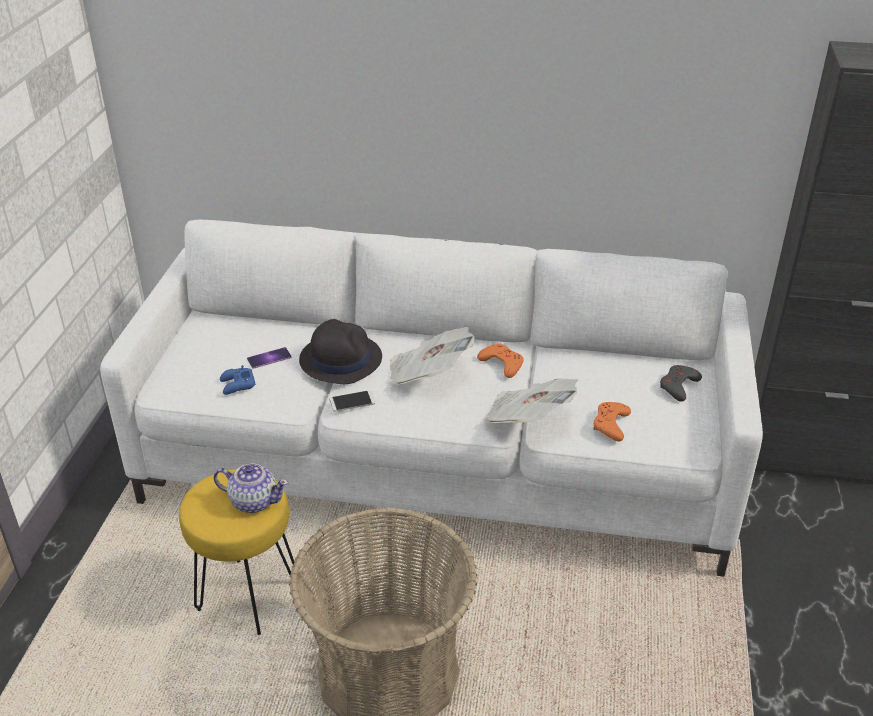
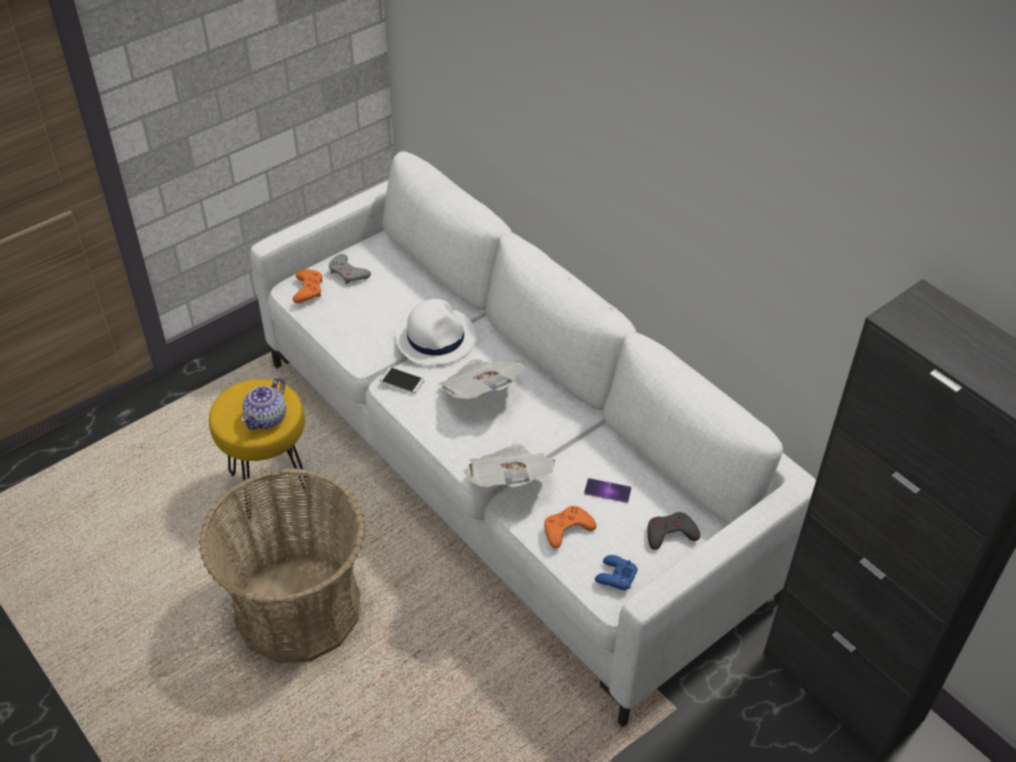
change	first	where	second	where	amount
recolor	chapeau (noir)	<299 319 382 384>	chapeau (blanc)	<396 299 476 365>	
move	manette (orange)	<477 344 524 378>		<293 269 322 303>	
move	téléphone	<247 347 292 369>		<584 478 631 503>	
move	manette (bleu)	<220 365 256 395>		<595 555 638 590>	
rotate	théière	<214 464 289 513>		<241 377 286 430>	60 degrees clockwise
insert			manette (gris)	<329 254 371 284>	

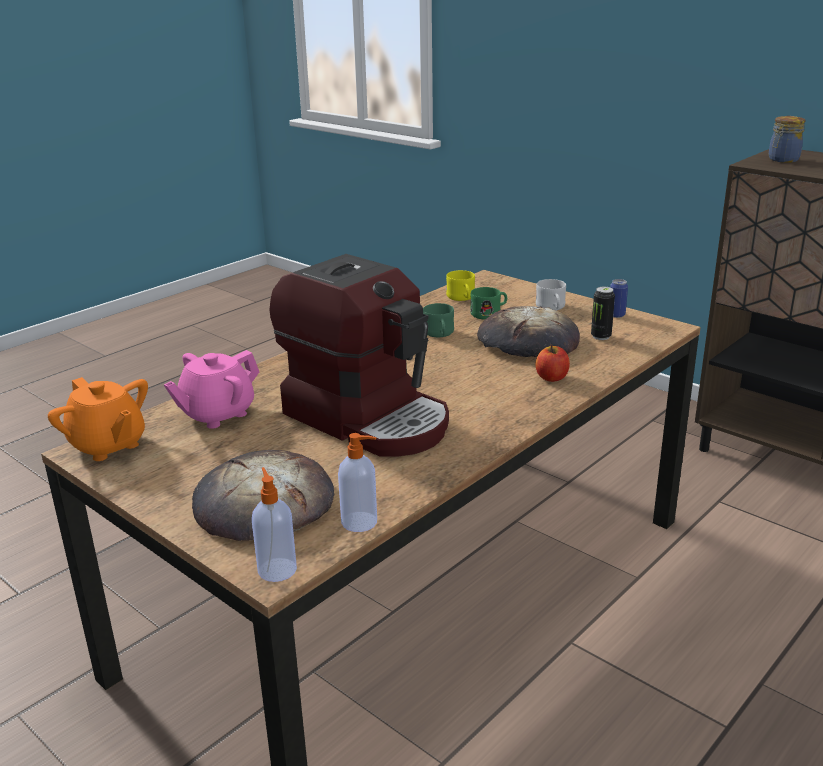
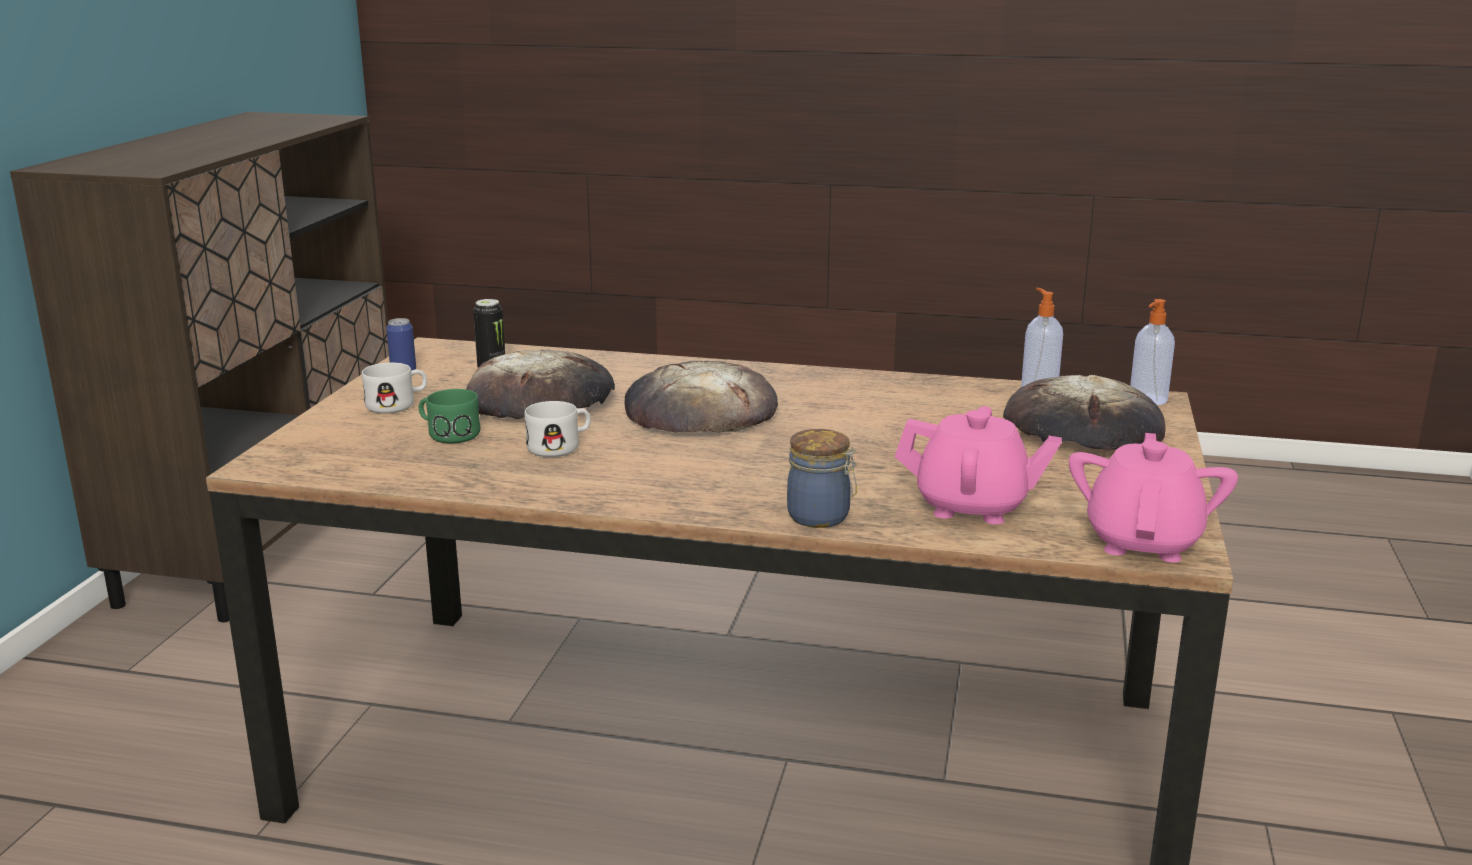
change	first	where	second	where	amount
move	bocal	<769 116 805 163>		<787 429 857 528>	
delete	machine à café	<269 254 449 457>			
delete	mug (jaune)	<446 270 475 301>			
recolor	mug (vert)	<423 303 454 337>	mug (blanc)	<525 401 591 457>	
delete	pomme	<536 345 570 382>			
recolor	théière (orange)	<48 377 148 461>	théière (rose)	<1069 433 1238 562>	
insert			pain	<625 361 778 433>	

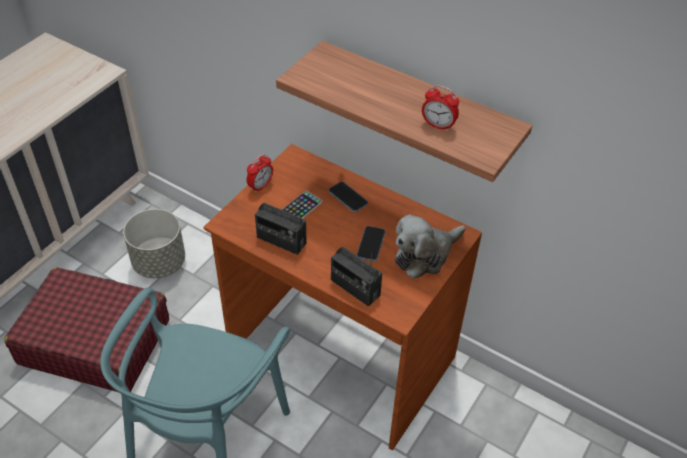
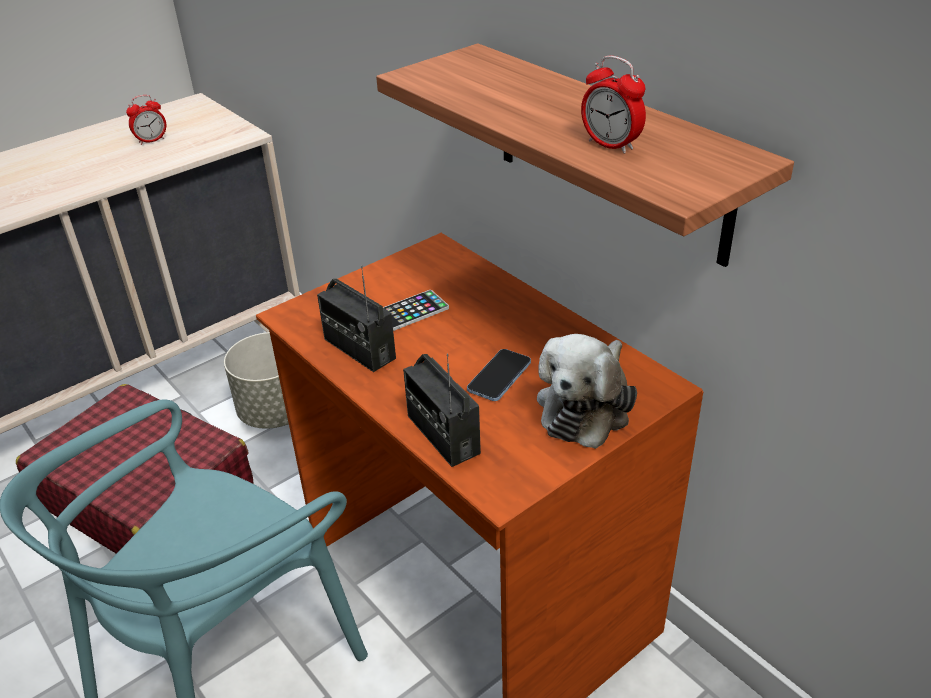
change	first	where	second	where	amount
move	réveil	<247 154 273 193>		<126 95 166 145>	
delete	téléphone	<329 181 368 212>			
rotate	peluche	<395 214 466 279>		<537 334 637 449>	45 degrees counterclockwise

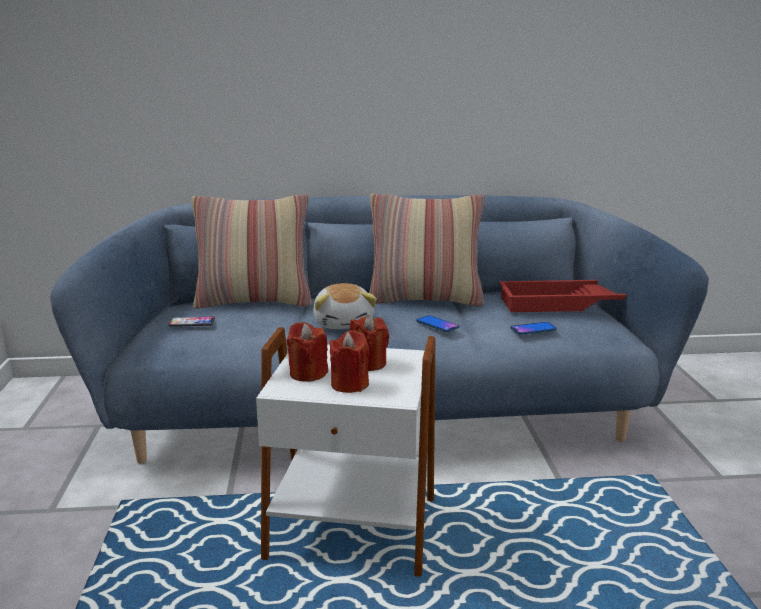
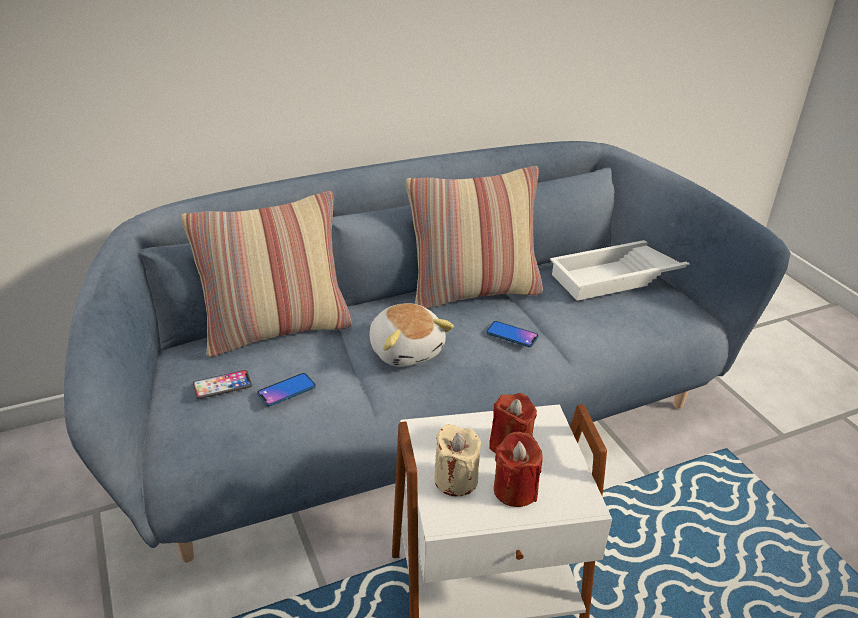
change	first	where	second	where	amount
recolor	plateau (rouge)	<499 280 627 312>	plateau (blanc)	<550 240 690 301>	
recolor	bougie (rouge)	<287 322 328 382>	bougie (beige)	<434 424 481 496>	
move	téléphone	<510 322 557 335>		<257 373 316 406>	

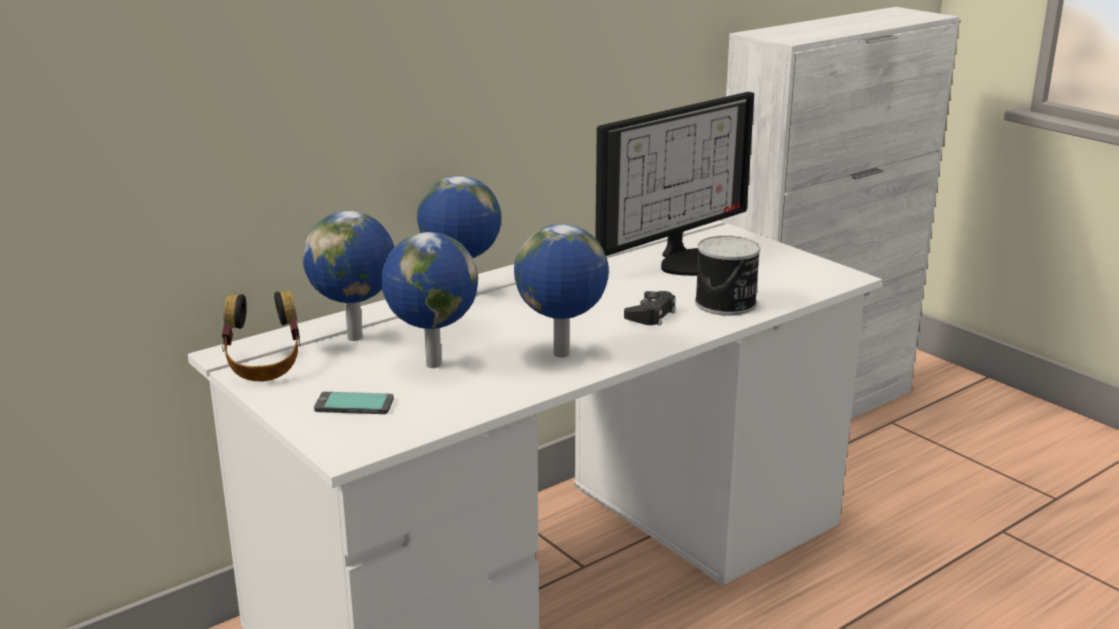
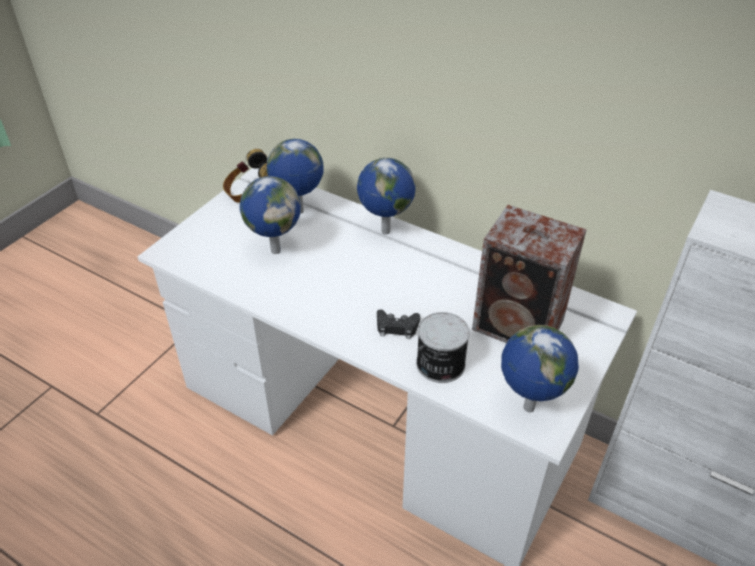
change	first	where	second	where	amount
replace	écran d'ordinateur	<595 92 754 276>	enceinte	<472 205 587 343>	
move	globe	<514 224 609 357>		<501 325 579 413>	
delete	téléphone	<314 392 394 414>			

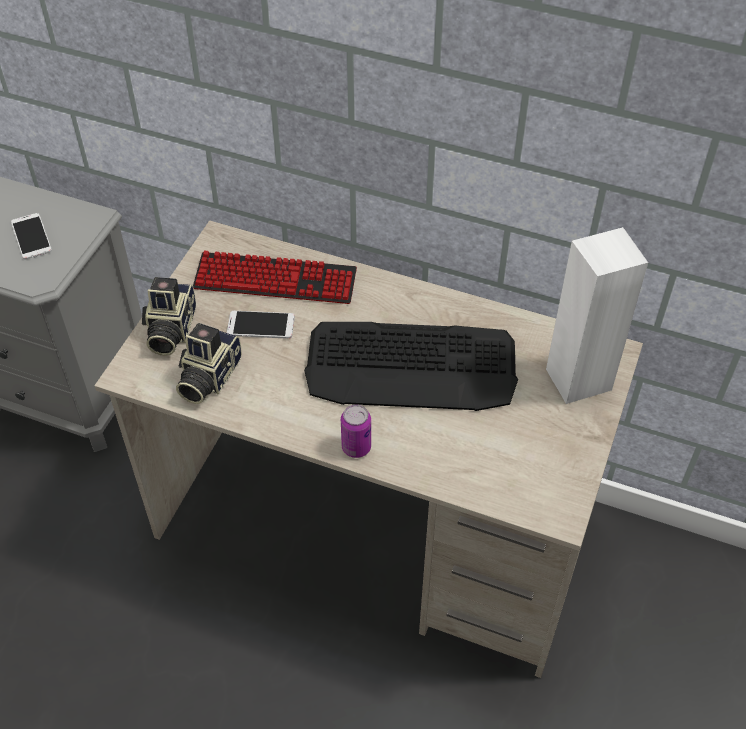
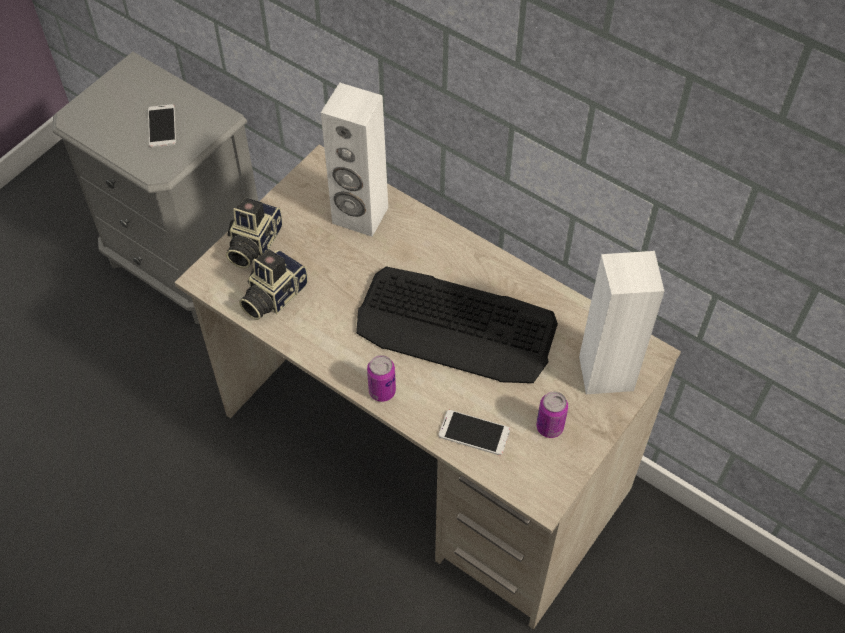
change	first	where	second	where	amount
replace	clavier	<193 251 357 304>	enceinte (blanc)	<321 82 388 237>	
move	téléphone	<227 311 295 339>		<438 410 510 455>	
insert			boîte métallique	<536 392 568 438>	

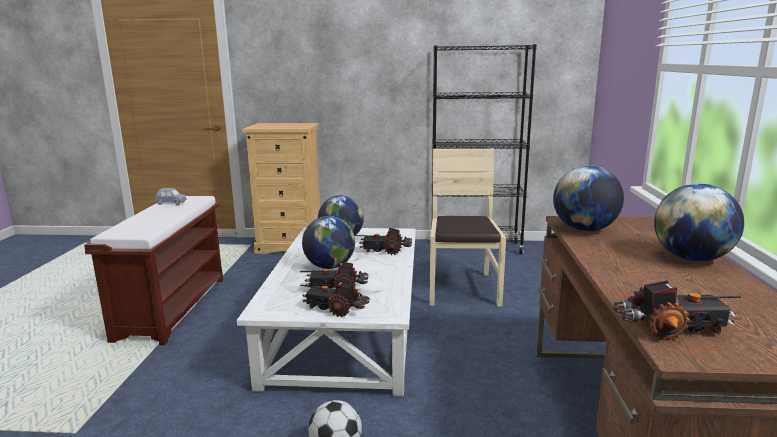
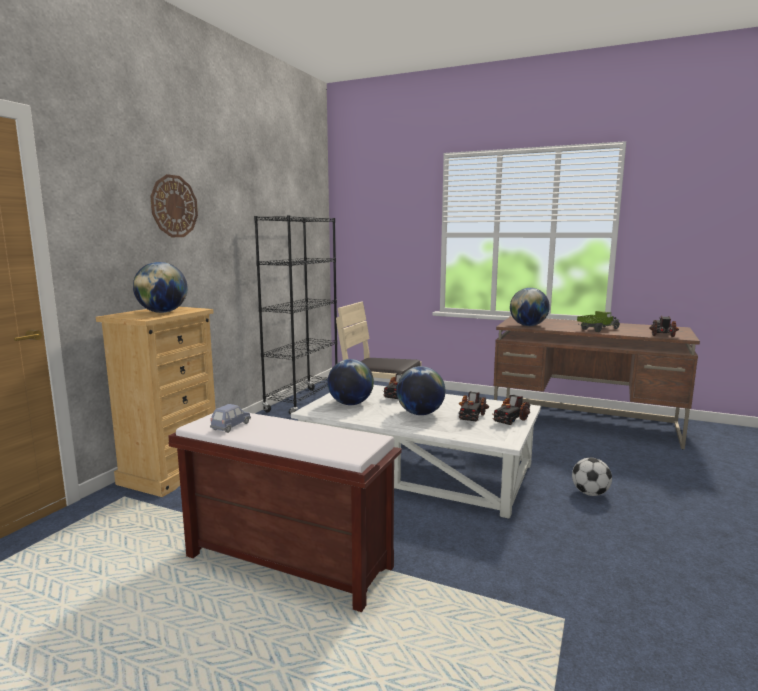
change	first	where	second	where	amount
move	globe	<654 184 744 262>		<133 262 188 313>	
insert			horloge murale	<150 174 198 237>	
insert			camion jouet	<577 311 620 332>	

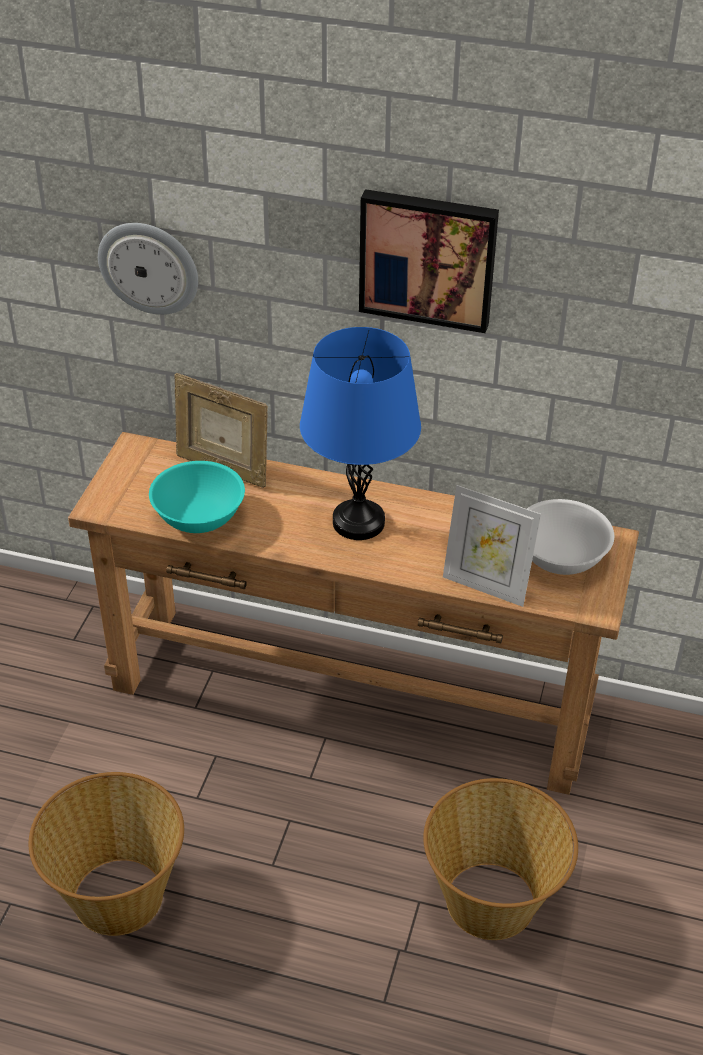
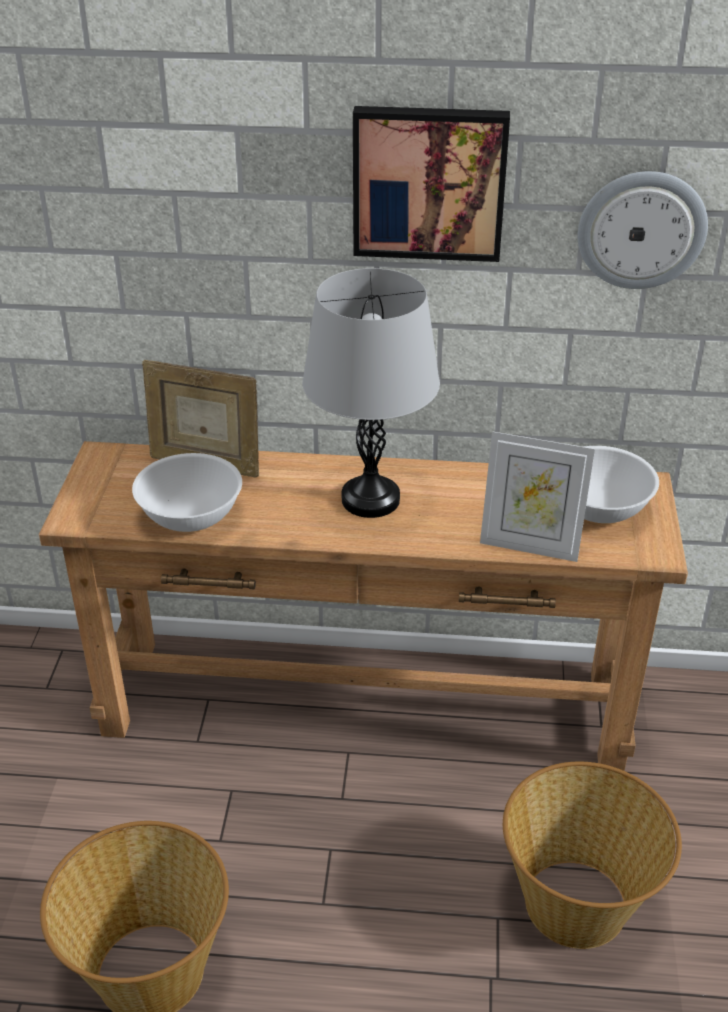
change	first	where	second	where	amount
move	horloge murale	<98 223 198 315>		<578 171 708 289>	
recolor	lampe de table (bleu)	<300 327 421 540>	lampe de table (gris)	<303 268 440 518>	
recolor	bol (turquoise)	<149 461 245 533>	bol (blanc)	<132 453 242 532>	

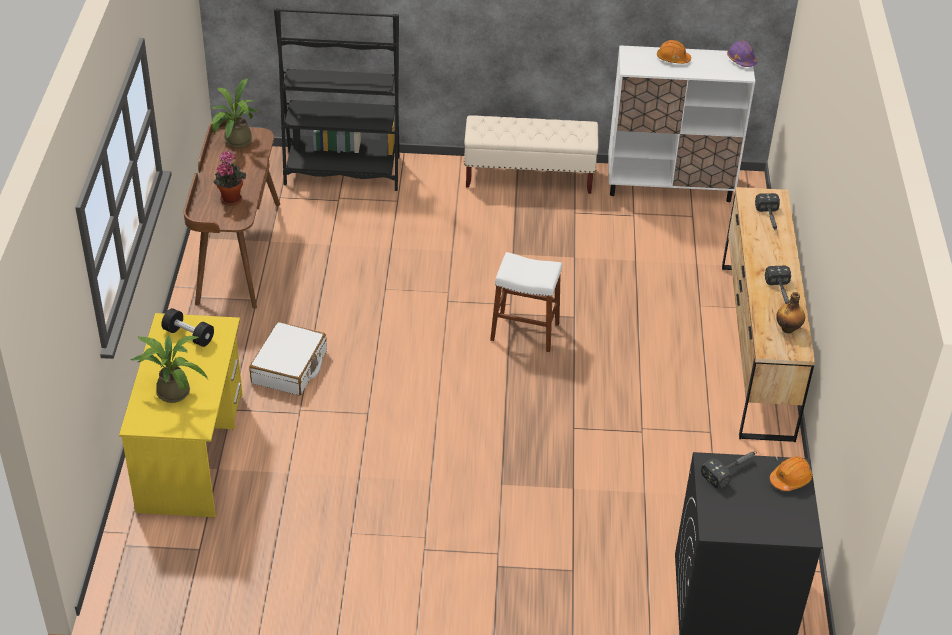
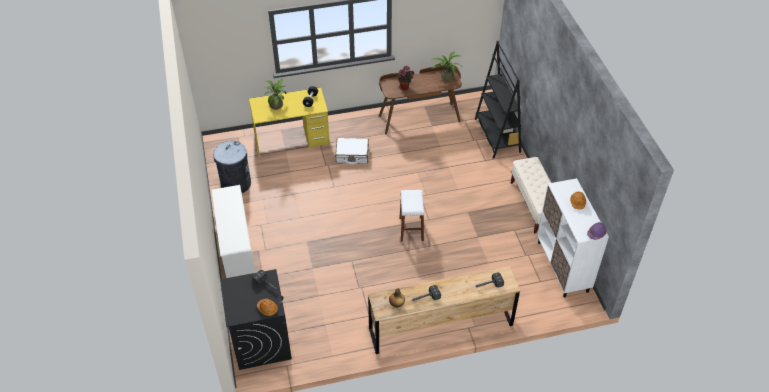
change	first	where	second	where	amount
insert			poubelle (gris)	<213 141 251 193>	
insert			étagère à chaussures (blanc)	<211 185 255 278>	

